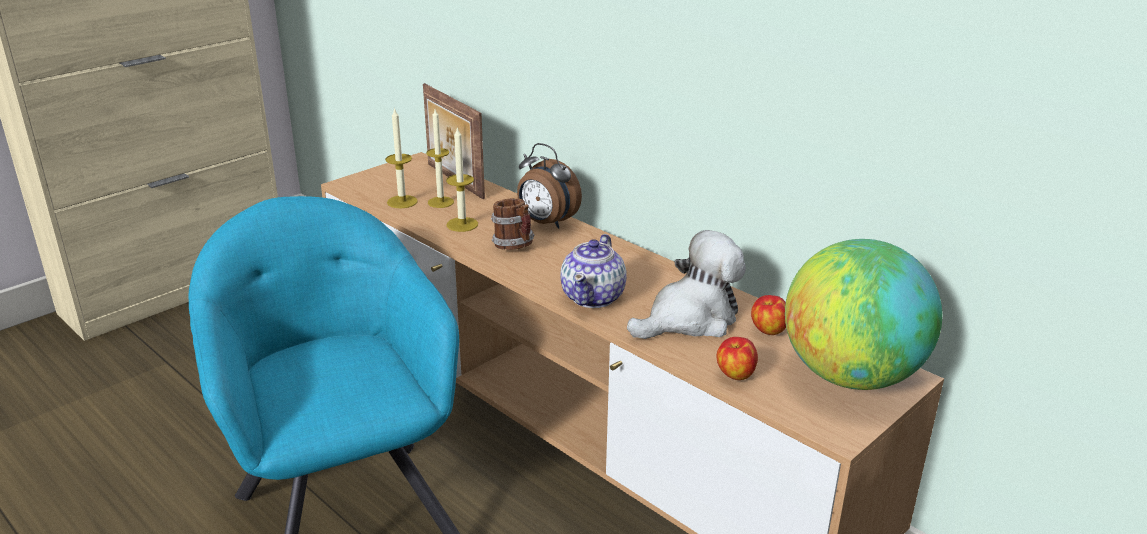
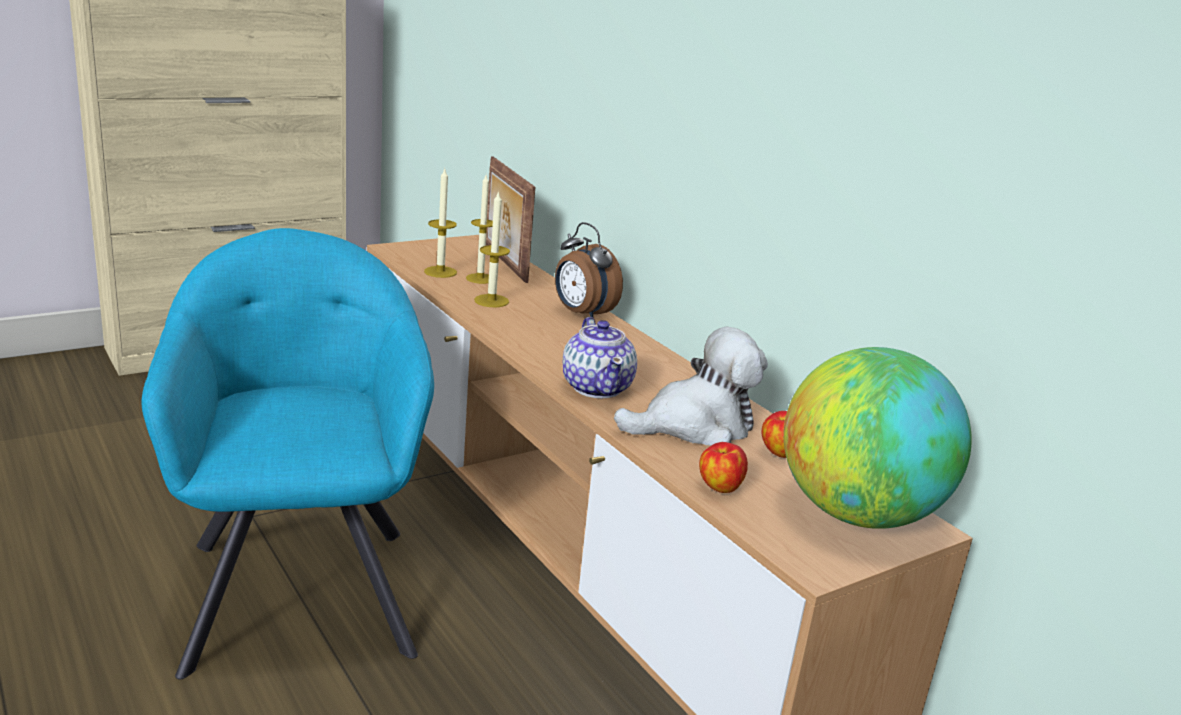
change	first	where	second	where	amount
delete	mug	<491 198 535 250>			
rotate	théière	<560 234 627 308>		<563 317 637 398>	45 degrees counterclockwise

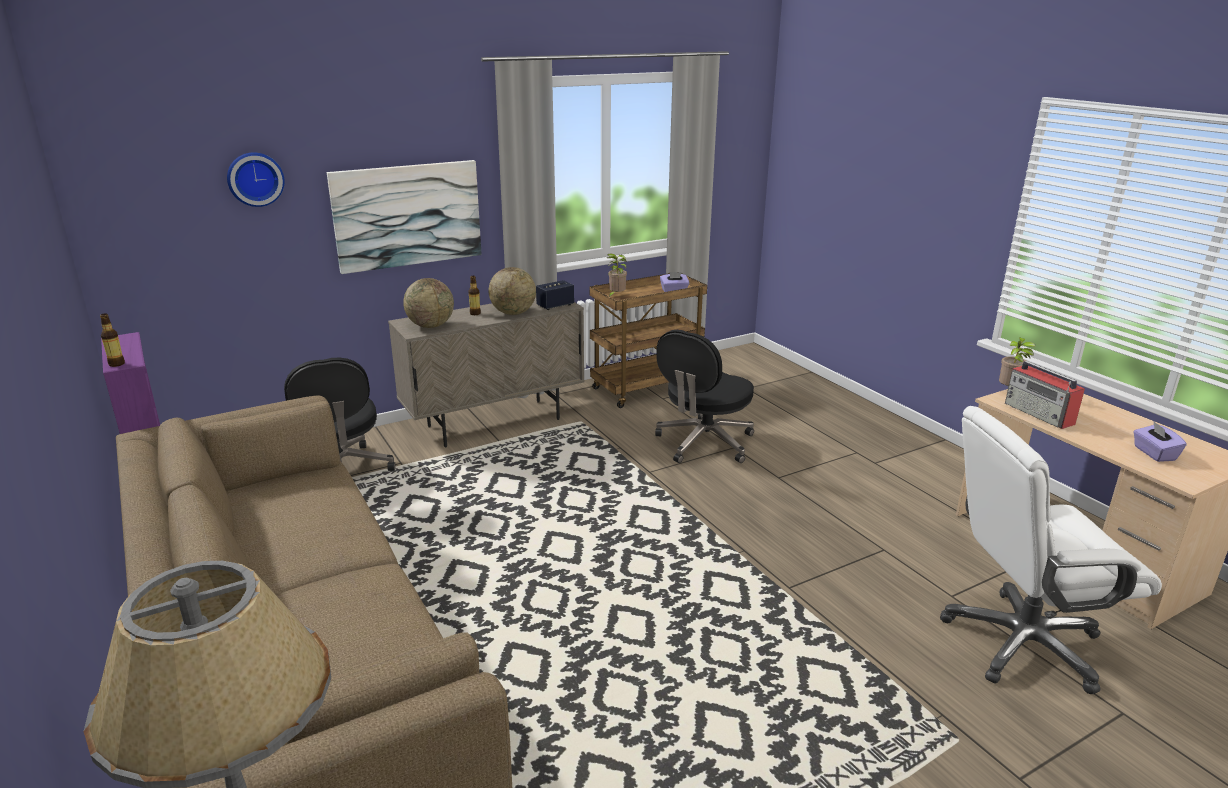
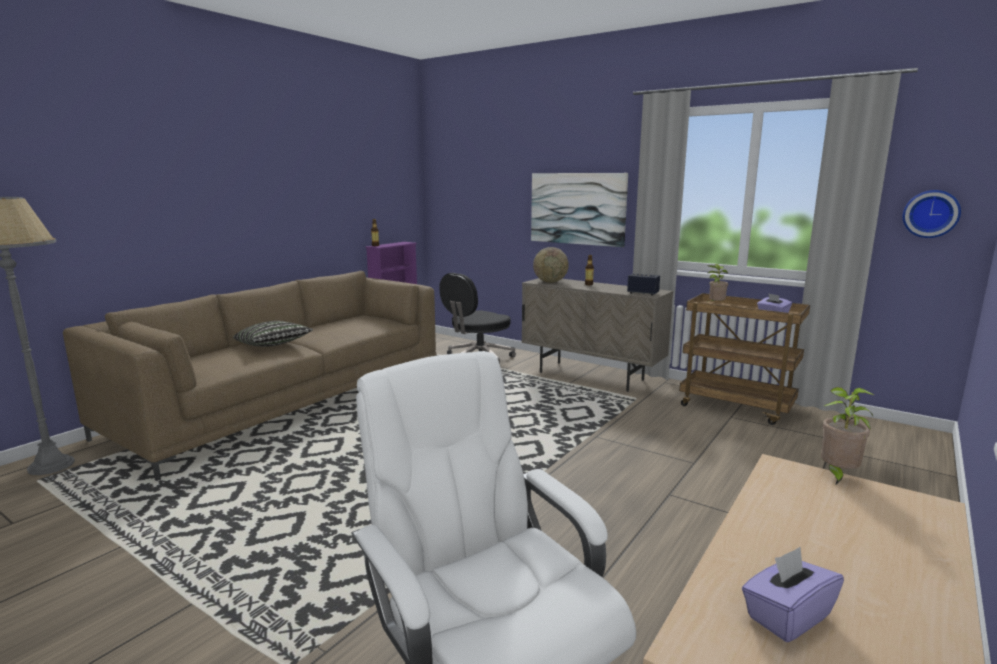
change	first	where	second	where	amount
move	horloge murale	<227 152 284 207>		<903 190 961 238>	
delete	globe	<488 267 536 315>			
delete	chaise de bureau (noir)	<655 330 754 463>			
delete	radio	<1005 361 1085 429>			
insert			coussin	<233 321 313 347>	

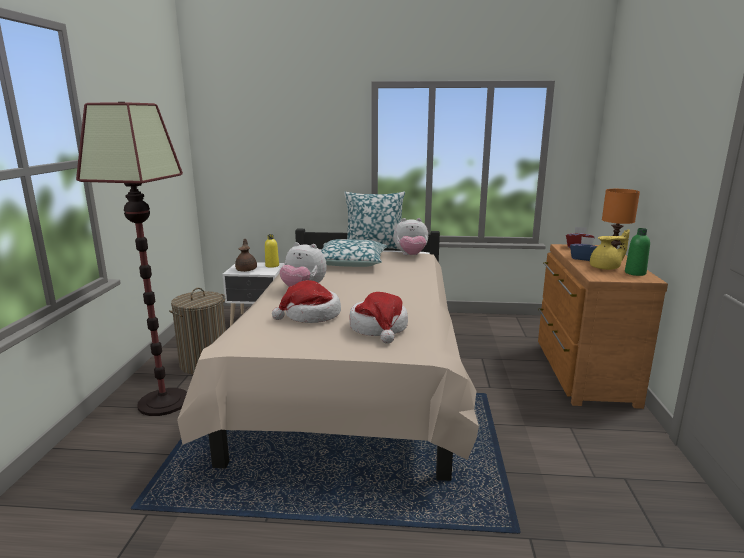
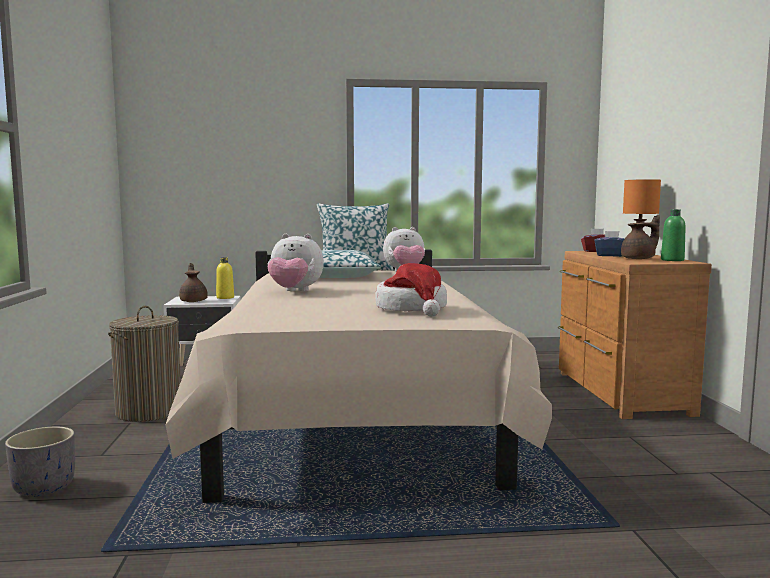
change	first	where	second	where	amount
delete	lampadaire	<76 102 187 416>			
recolor	théière (jaune)	<590 229 630 270>	théière (marron)	<621 215 660 259>	
delete	chapeau	<272 280 341 323>			
insert			cache-pot (gris)	<5 426 75 496>	

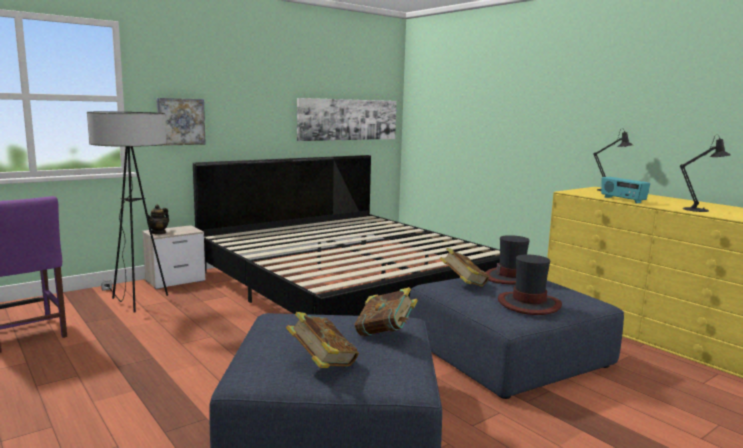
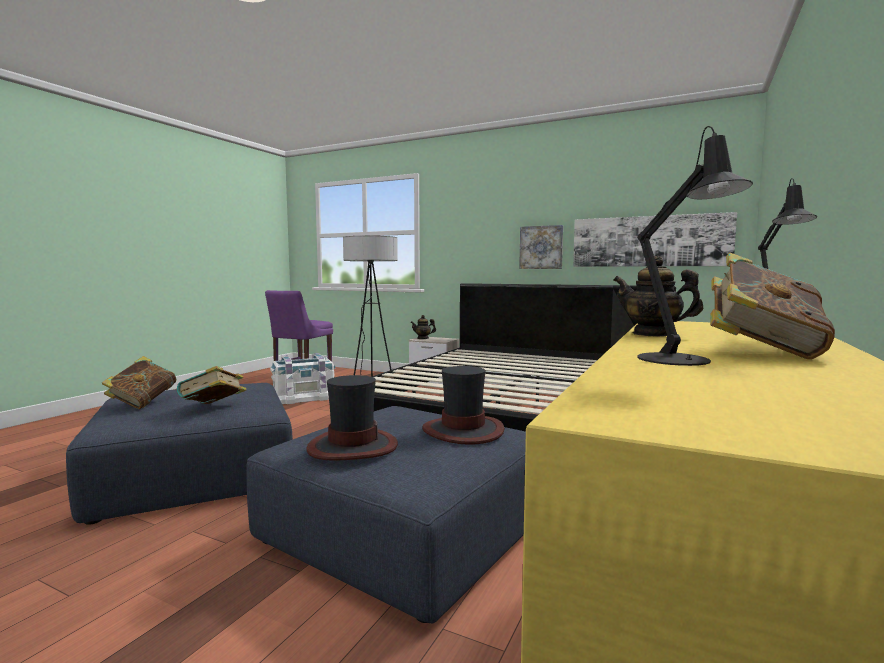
change	first	where	second	where	amount
move	tableau	<157 98 206 146>		<519 225 563 269>	
replace	radio	<601 177 650 204>	théière	<613 256 703 336>	
move	livre	<440 248 489 287>		<710 252 835 359>	
insert			boîte de rangement (blanc)	<270 353 335 404>	

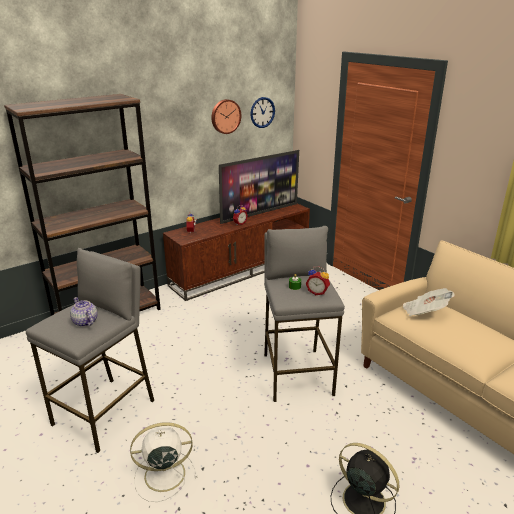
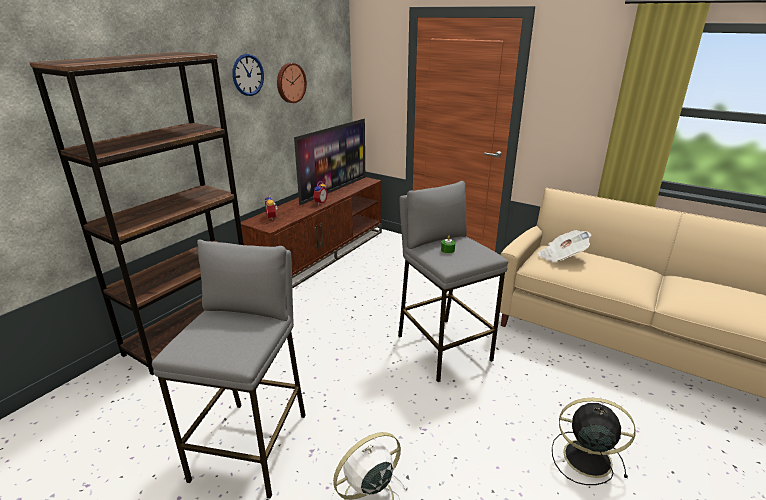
change	first	where	second	where	amount
move	horloge murale	<250 97 275 128>		<233 54 264 96>	
delete	réveil	<306 267 330 295>			
delete	théière	<70 297 98 327>			

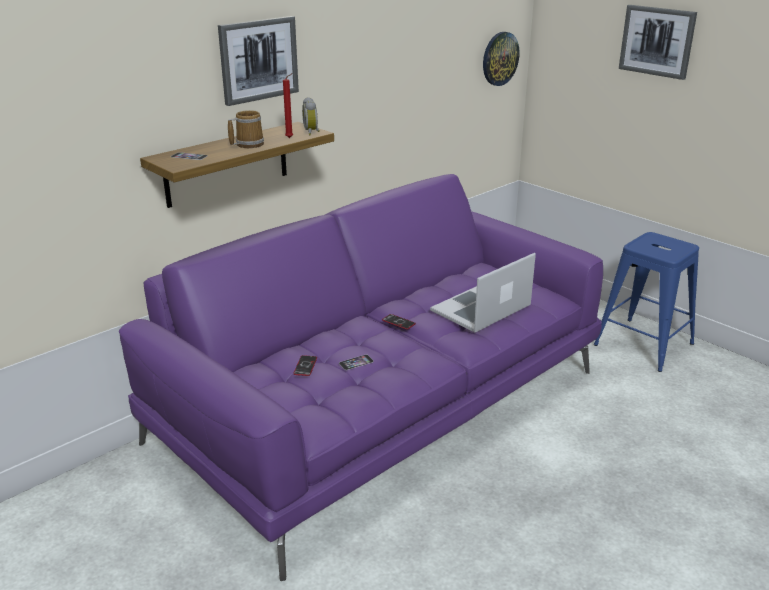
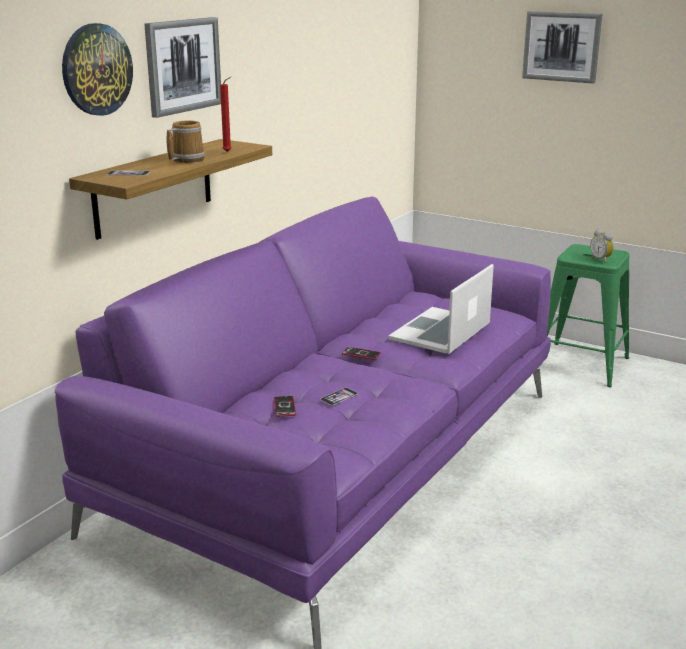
change	first	where	second	where	amount
move	horloge murale	<483 32 519 86>		<62 23 133 116>	
move	réveil	<302 97 320 135>		<590 229 614 263>	
recolor	tabouret (bleu)	<594 232 699 372>	tabouret (vert)	<547 244 630 387>	

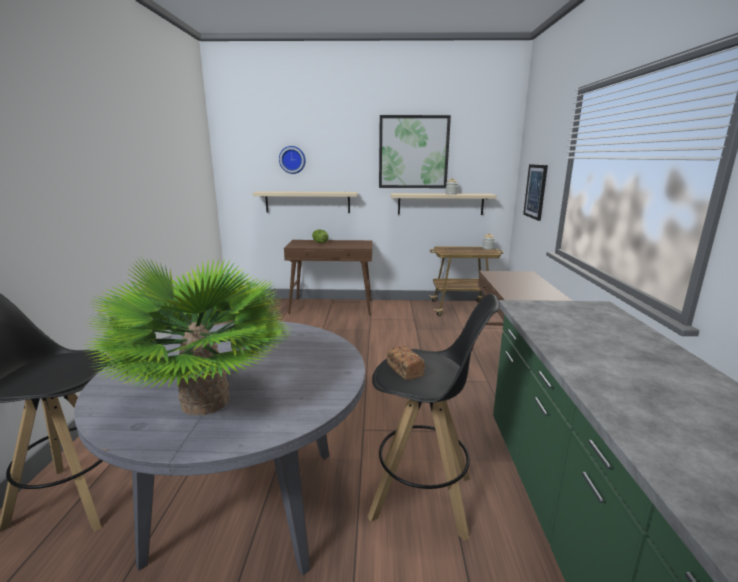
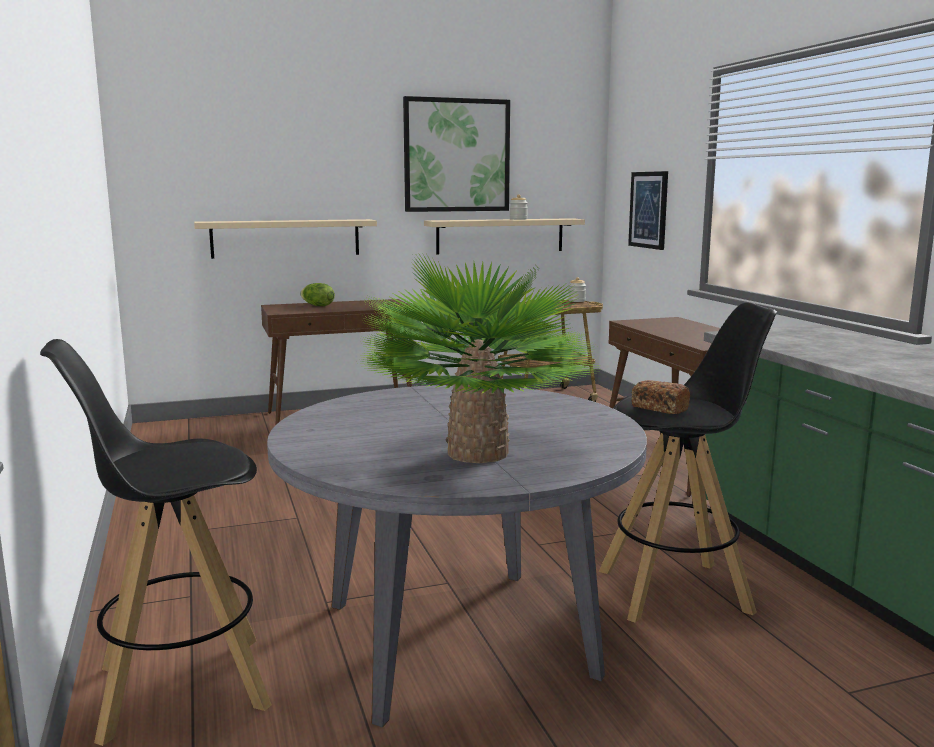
change	first	where	second	where	amount
delete	horloge murale	<279 146 305 174>			

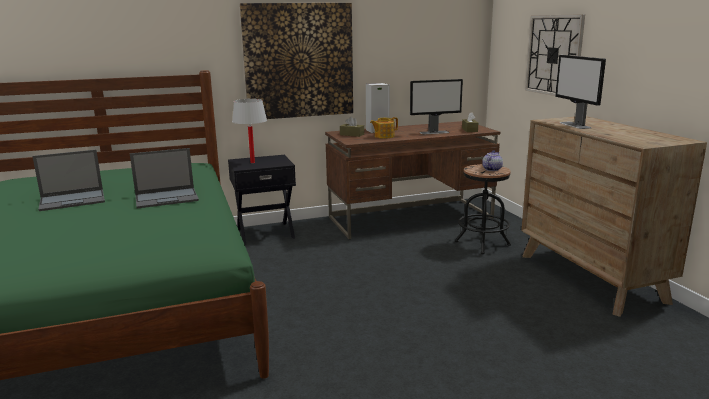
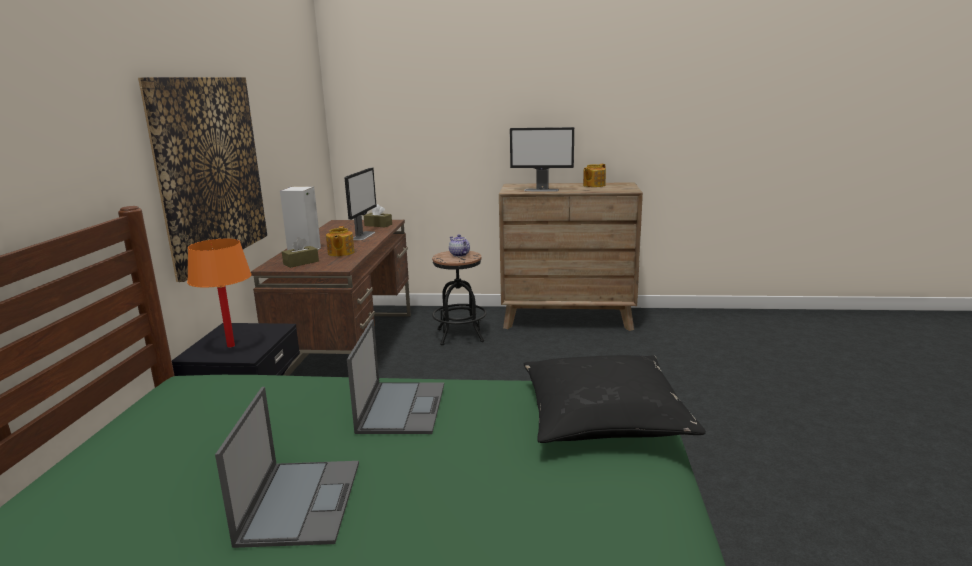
change	first	where	second	where	amount
delete	horloge murale	<525 14 585 96>			
recolor	lampe de table (blanc)	<232 99 267 163>	lampe de table (orange)	<187 239 251 348>	
insert			théière	<583 164 606 187>	
insert			coussin (noir)	<524 355 706 443>	

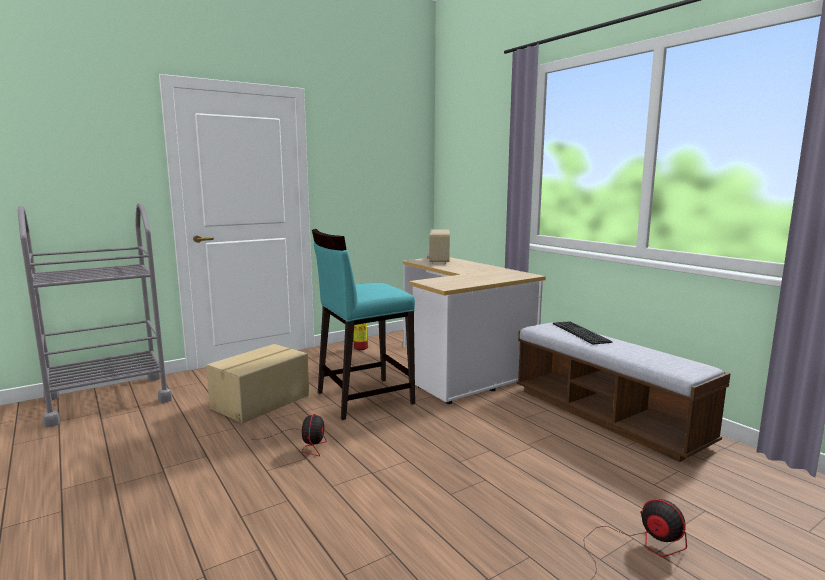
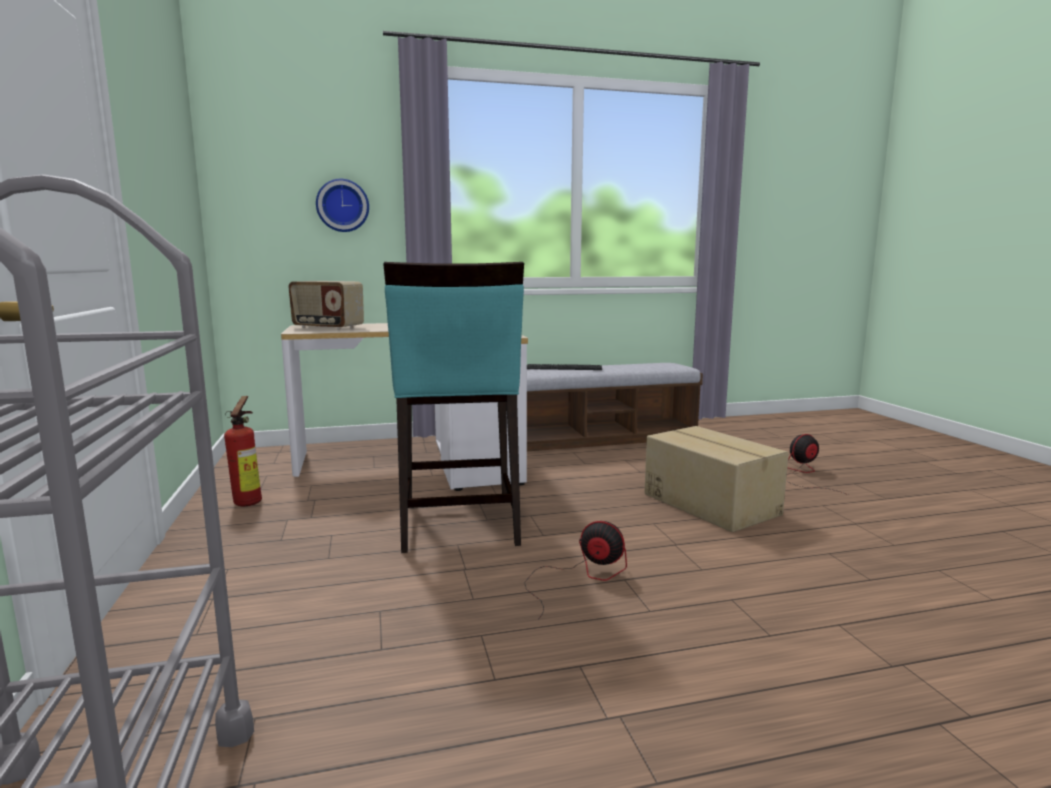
change	first	where	second	where	amount
move	carton	<206 344 309 423>		<644 426 789 532>	
insert			horloge murale	<316 179 369 232>	

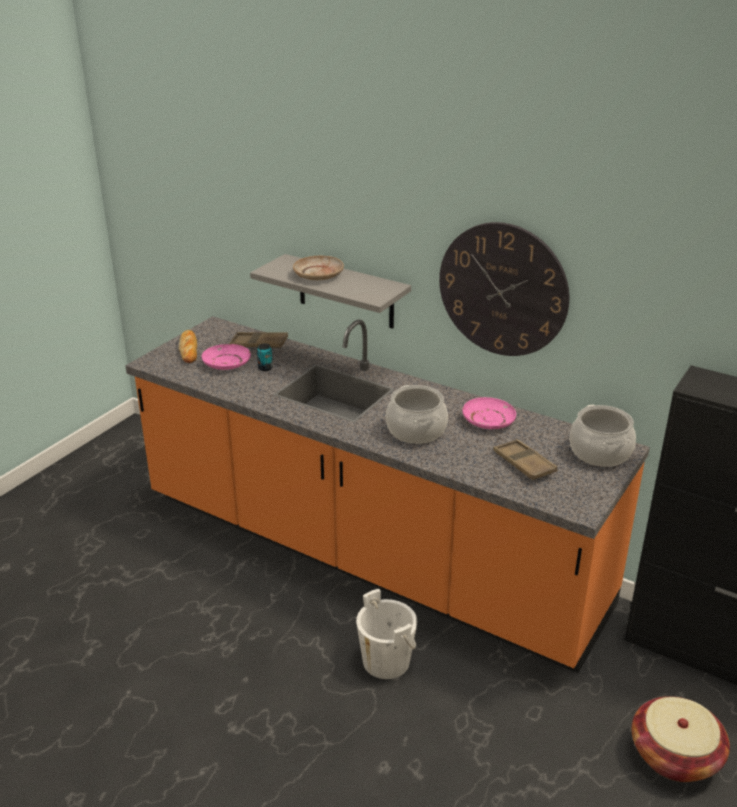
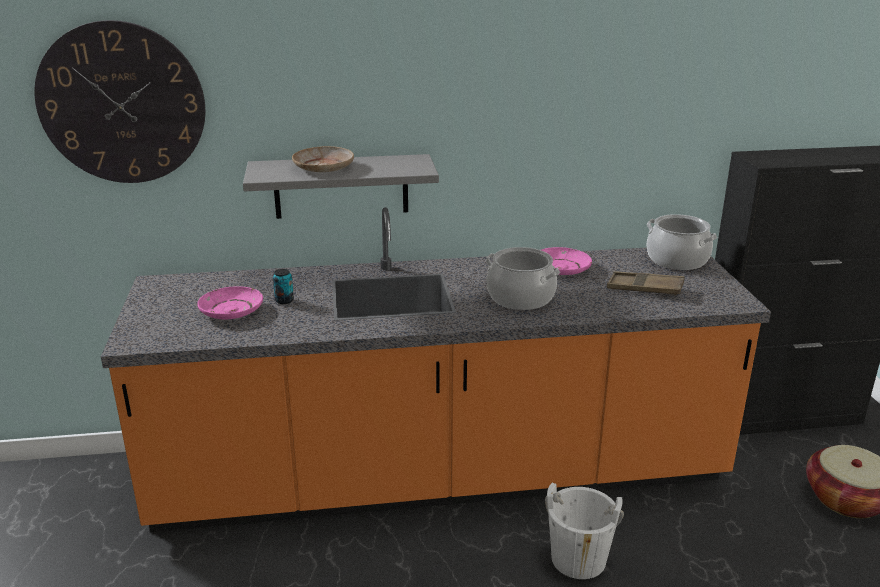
change	first	where	second	where	amount
move	horloge murale	<439 222 569 356>		<35 20 205 183>	
delete	pain	<179 330 197 363>			
delete	plateau (marron)	<229 332 288 348>			

